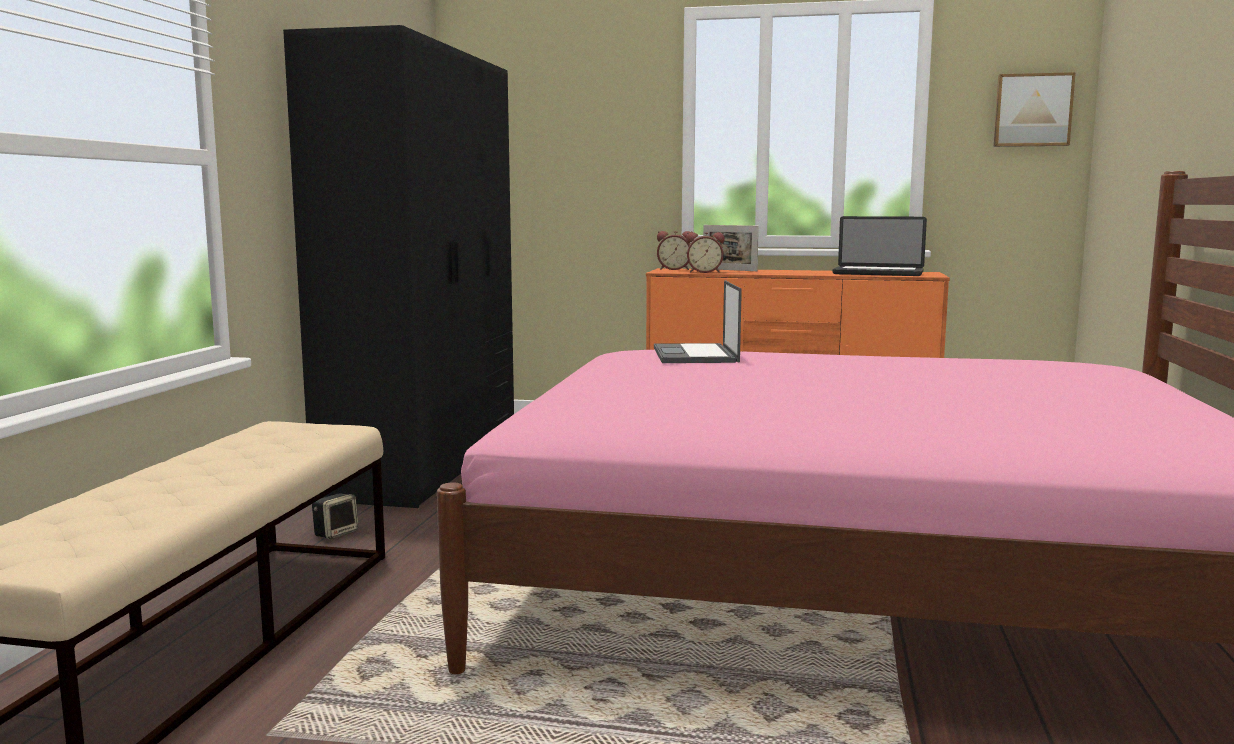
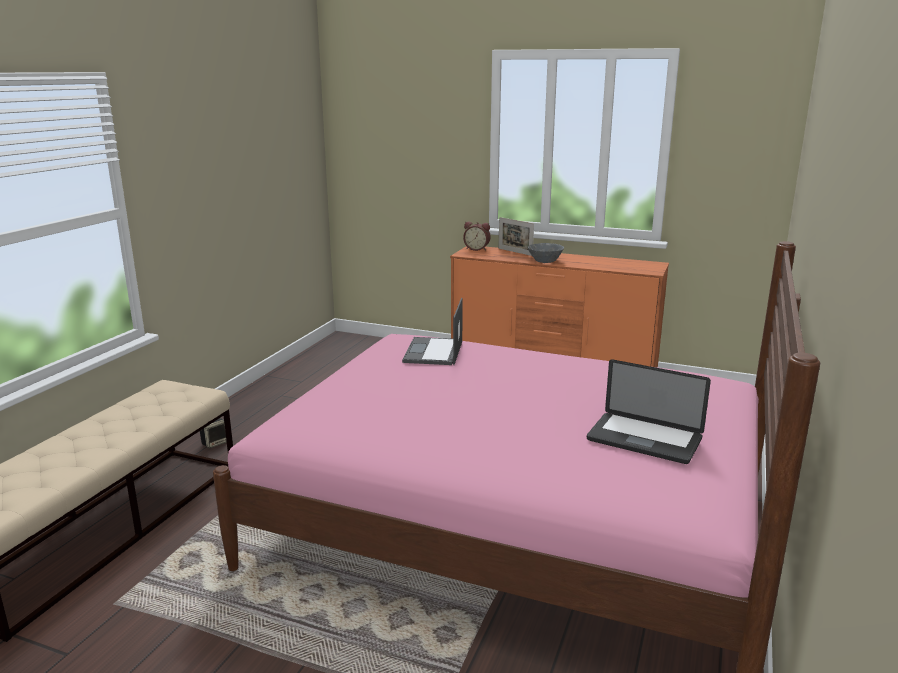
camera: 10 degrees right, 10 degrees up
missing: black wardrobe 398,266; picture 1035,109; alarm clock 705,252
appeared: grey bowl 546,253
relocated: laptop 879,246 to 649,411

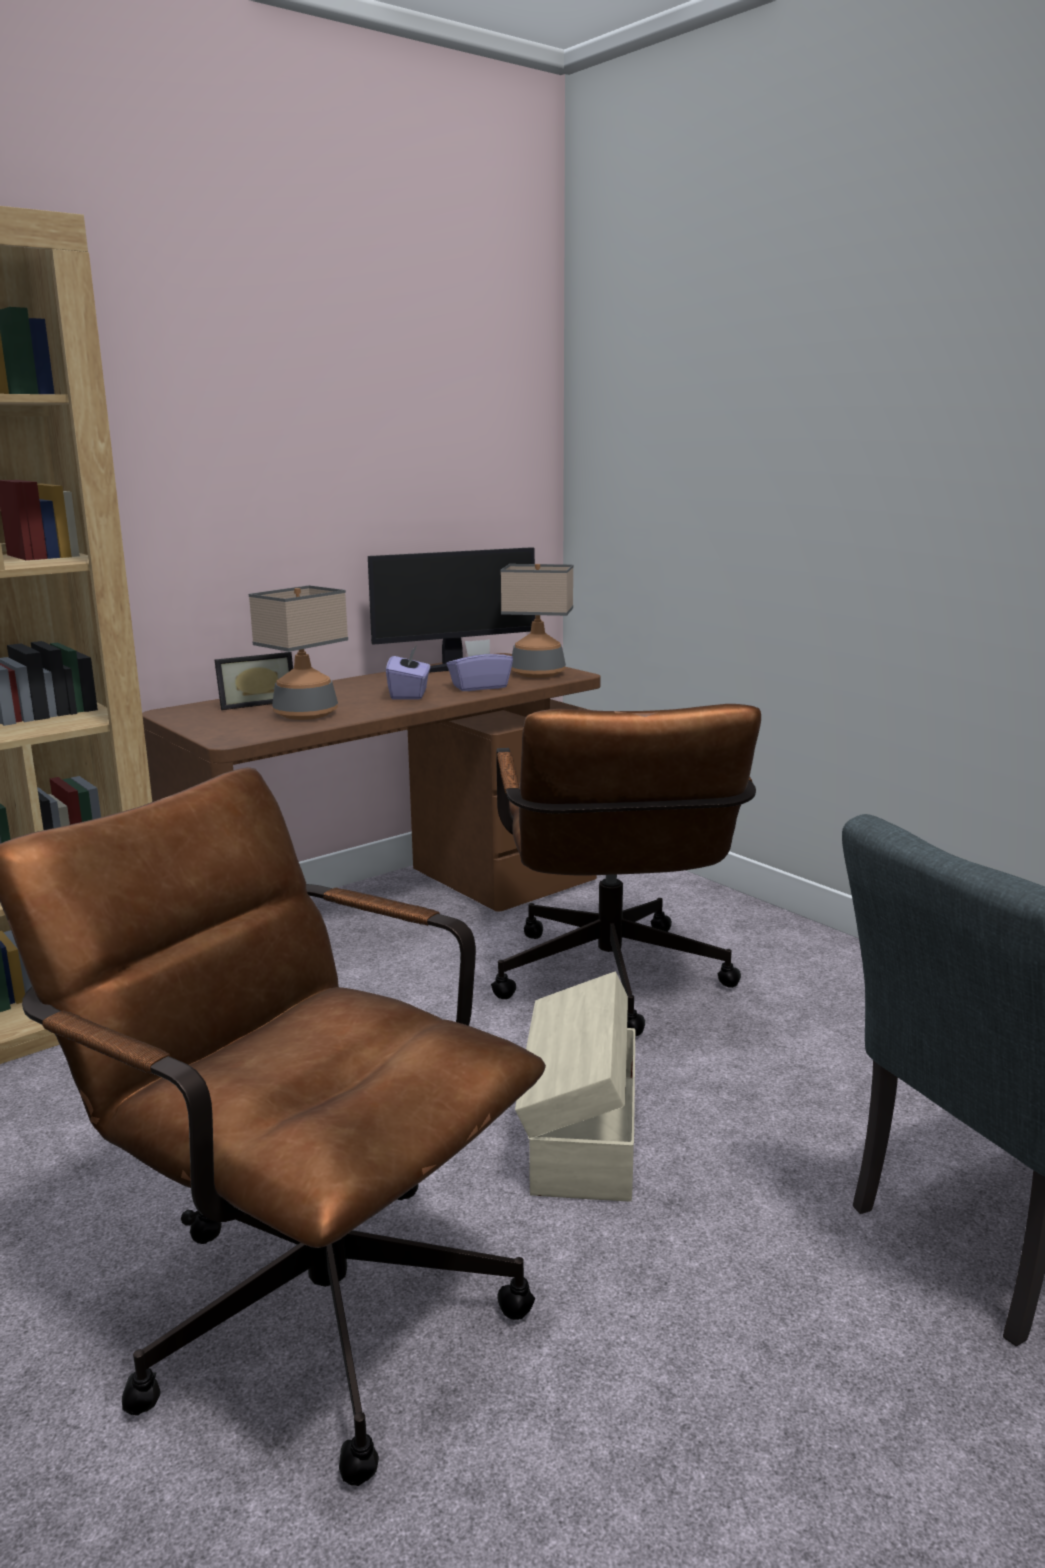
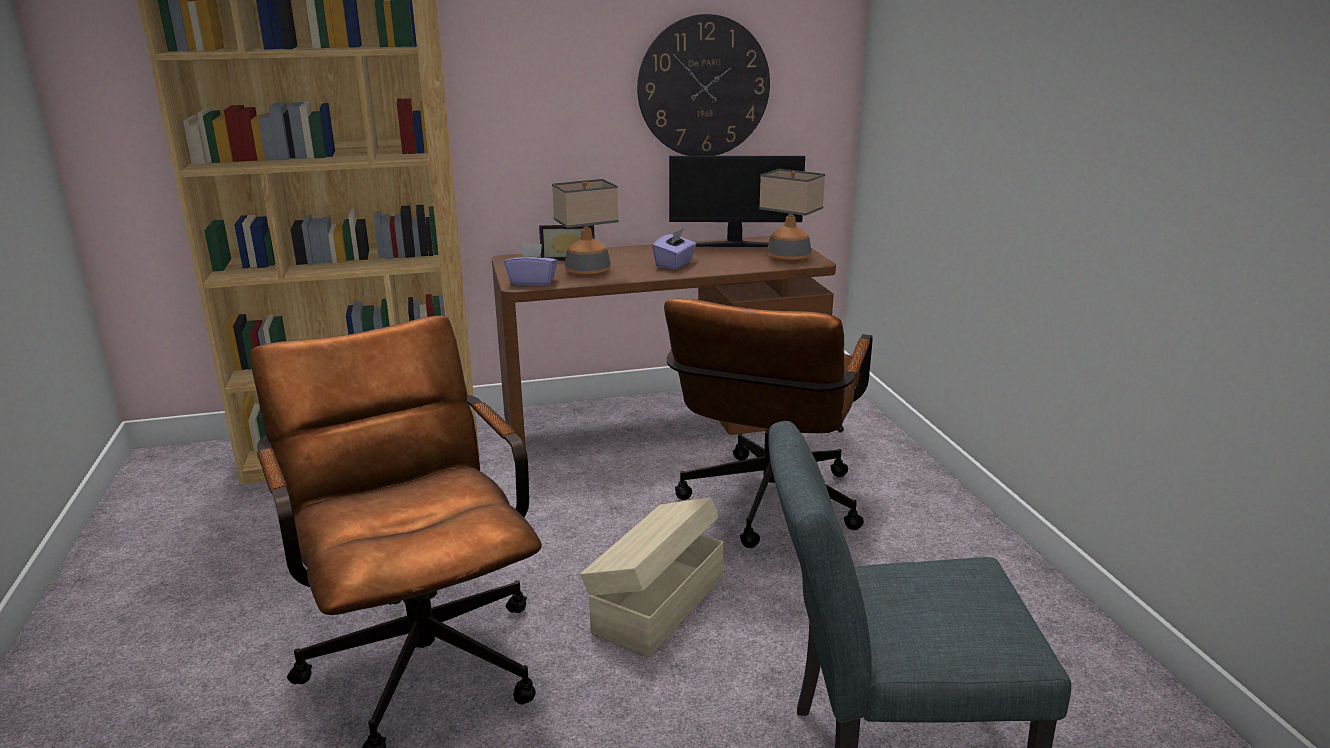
camera: 25 degrees right, 5 degrees up
appeared: wall clock 703,85
relocated: purple tissue box 480,665 to 531,265

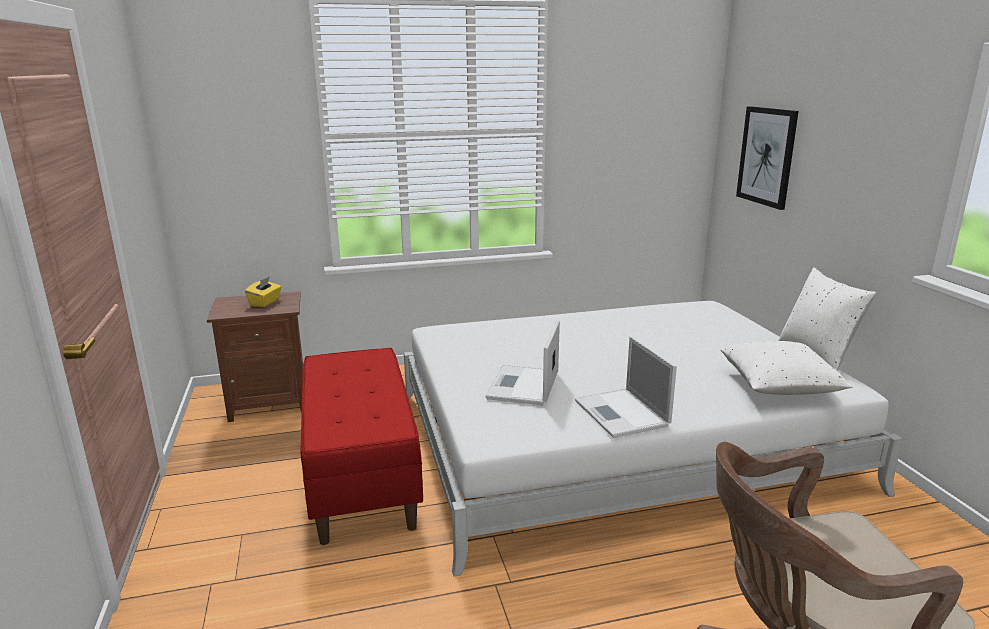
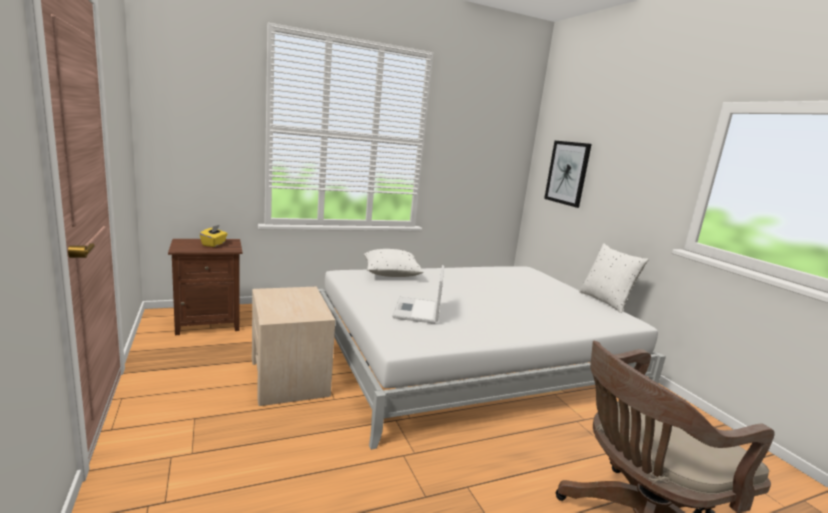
camera: 10 degrees left, 5 degrees down
missing: laptop 626,387
relocated: white pillow 786,368 to 394,263
exchanged: red bench 362,446 to beige nightstand 293,346

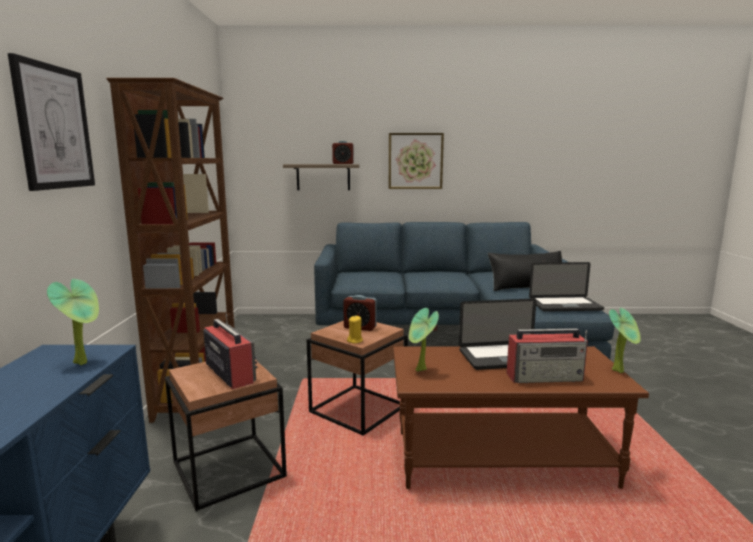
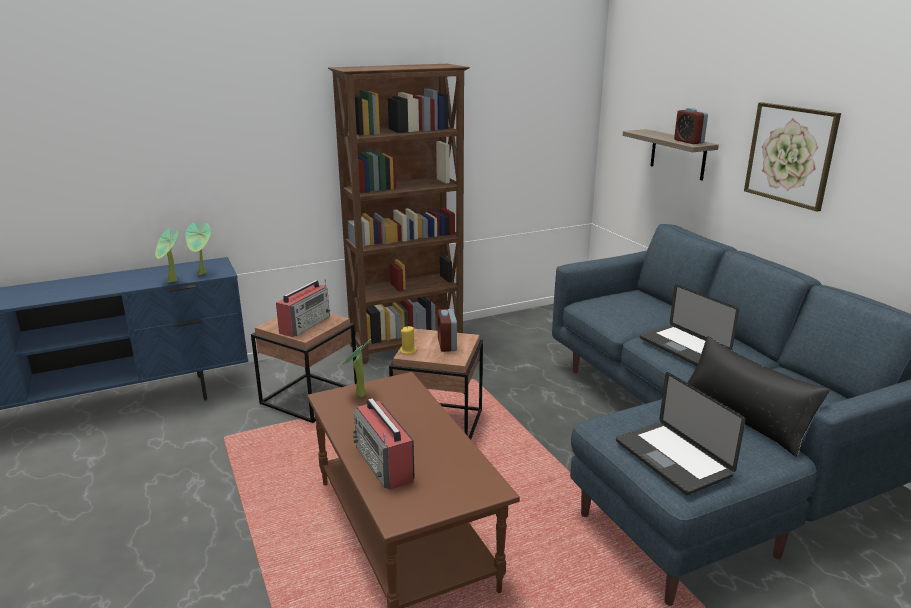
camera: 65 degrees right, 10 degrees up
missing: picture 51,122
relocated: laptop 497,334 to 689,325; potted plant 625,340 to 166,256

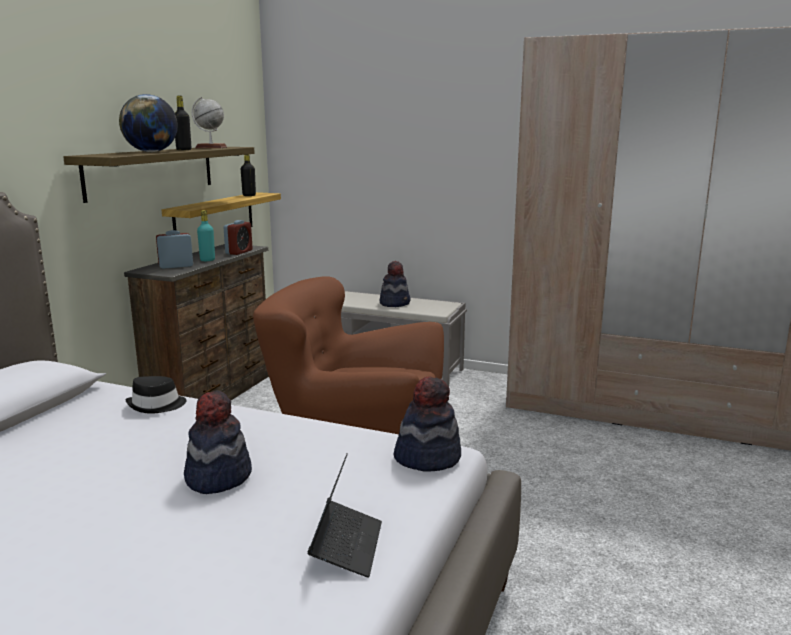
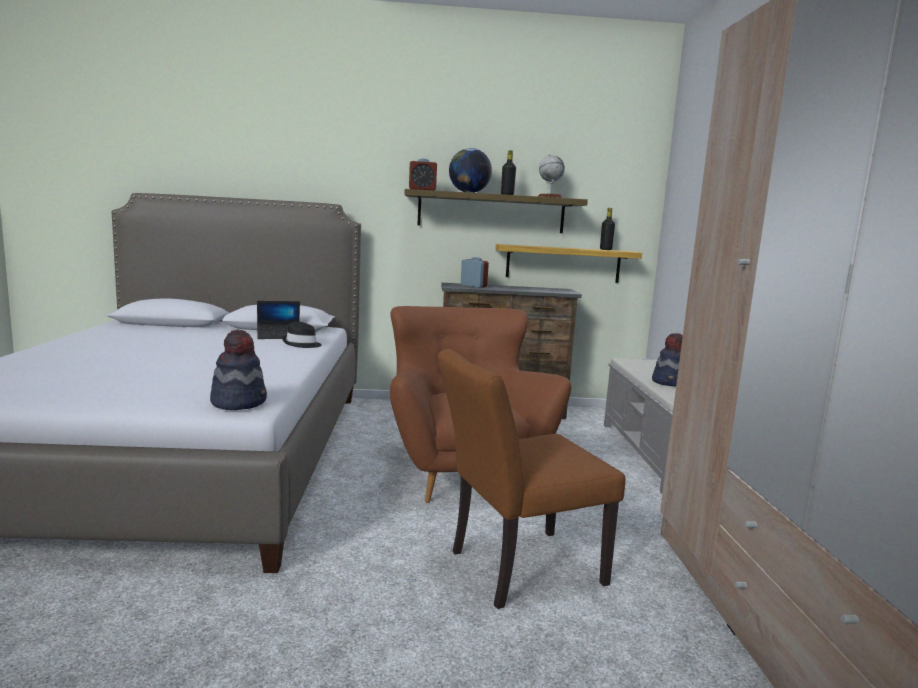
camera: 65 degrees right, 5 degrees down
missing: turquoise bottle 206,235; hat 218,442
appeared: brown chair 531,479
relocated: alarm clock 237,237 to 423,174; laptop 345,515 to 278,320

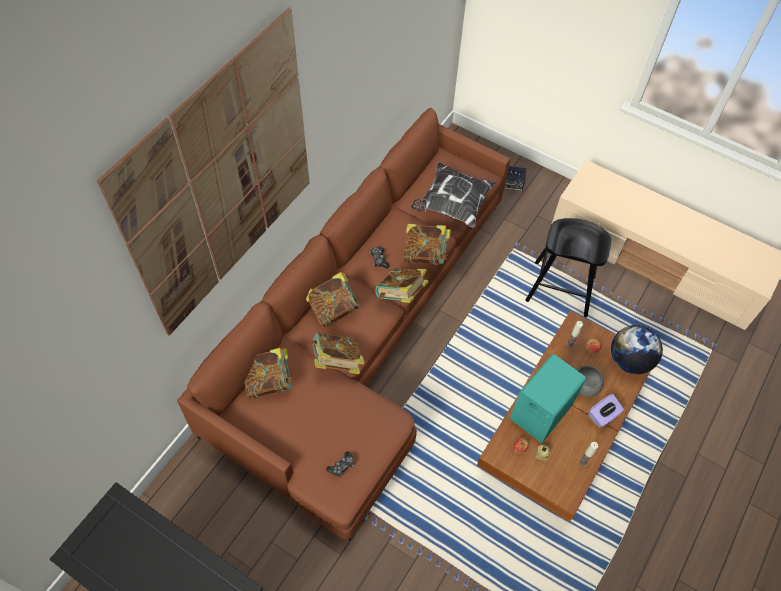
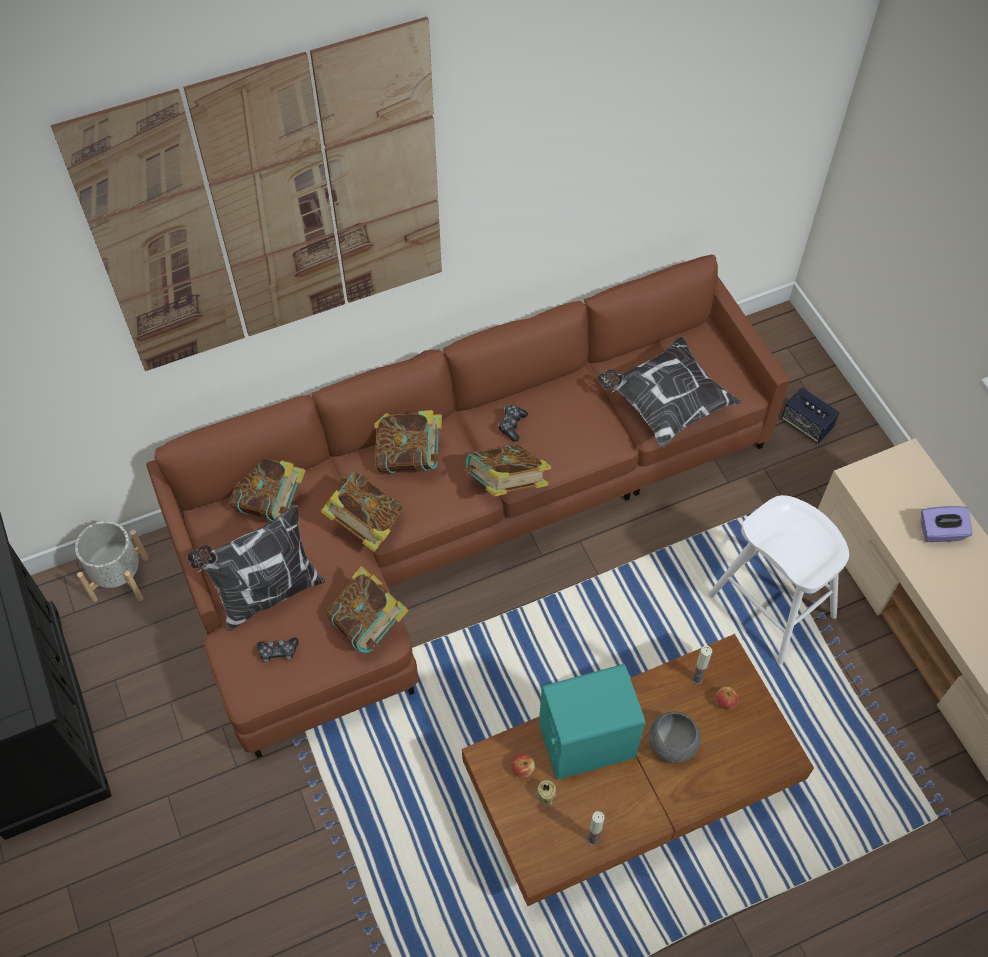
camera: 35 degrees right, 0 degrees up
missing: globe 637,349
appeared: pillow 256,568; grey planter 112,561
relocated: book 427,244 to 367,609; purple tissue box 606,411 to 947,524
colour: black stool 568,267 to white stool 778,580

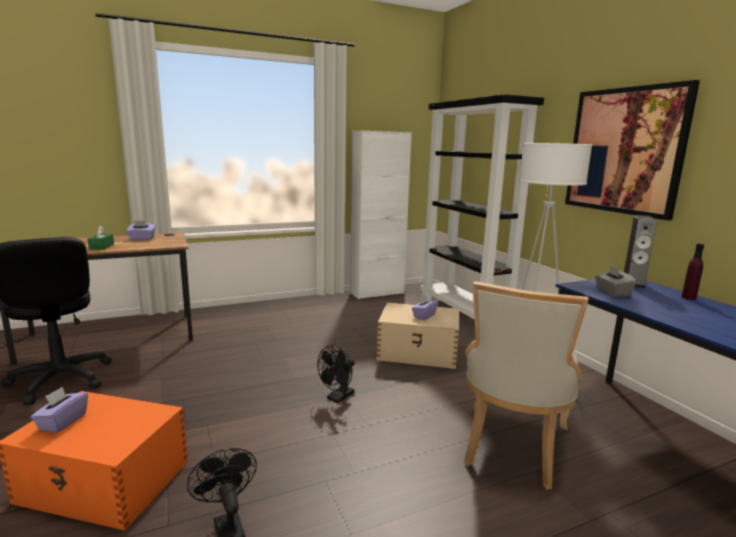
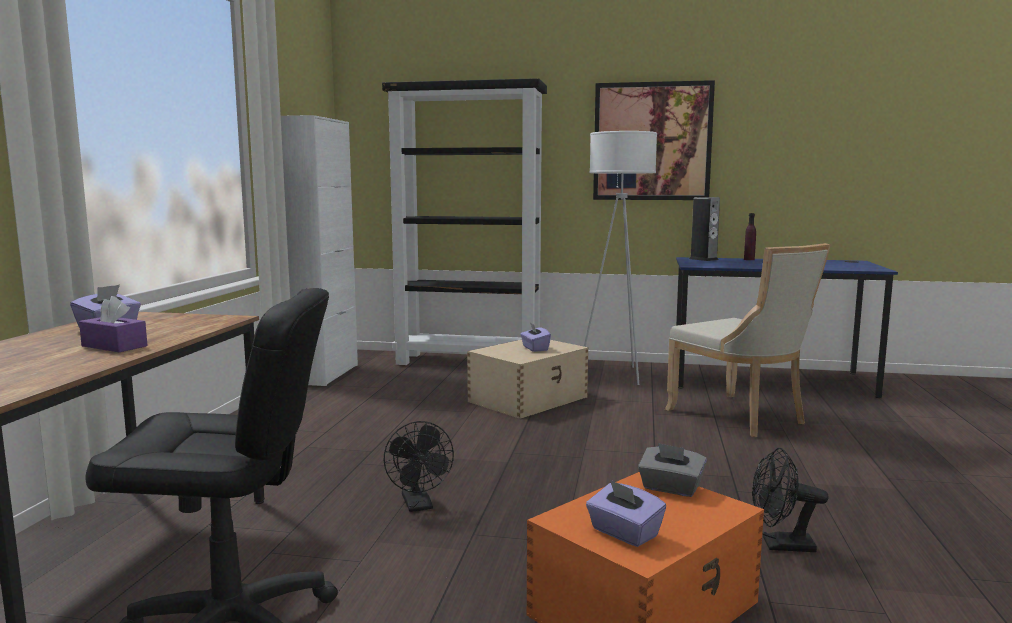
camera: 55 degrees left, 5 degrees down
relocated: grey tissue box 616,281 to 672,470; black fan 336,374 to 419,466
colour: green tissue box 101,237 to purple tissue box 113,324

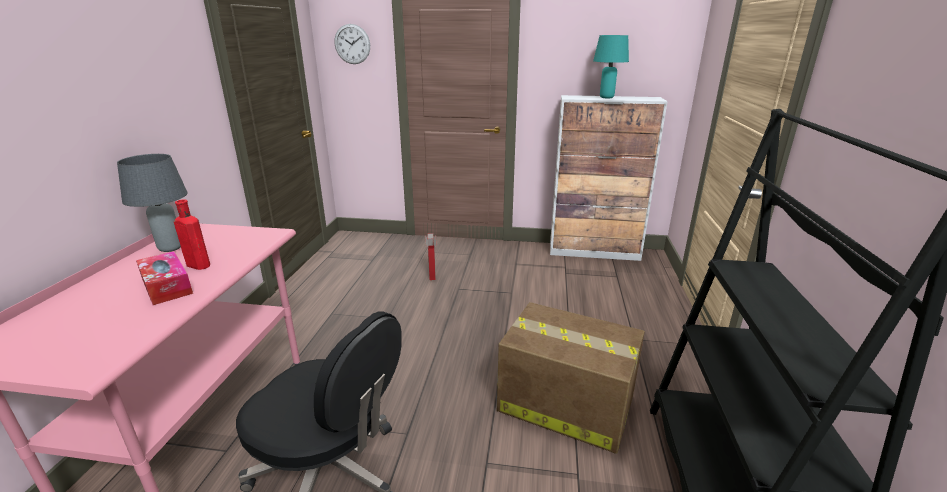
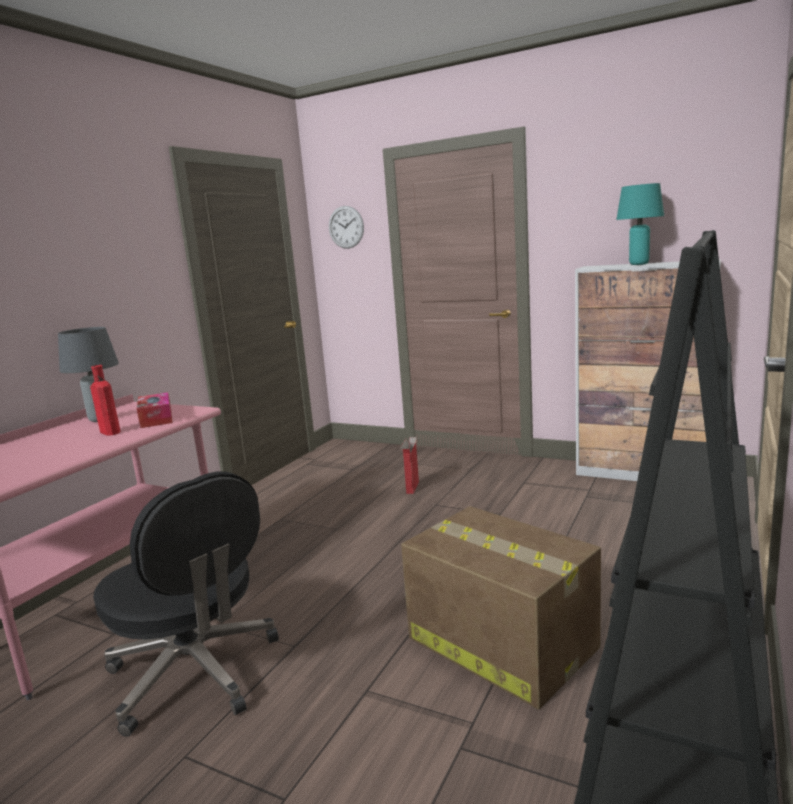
camera: 20 degrees right, 10 degrees down
relocated: tissue box 164,278 to 155,410

